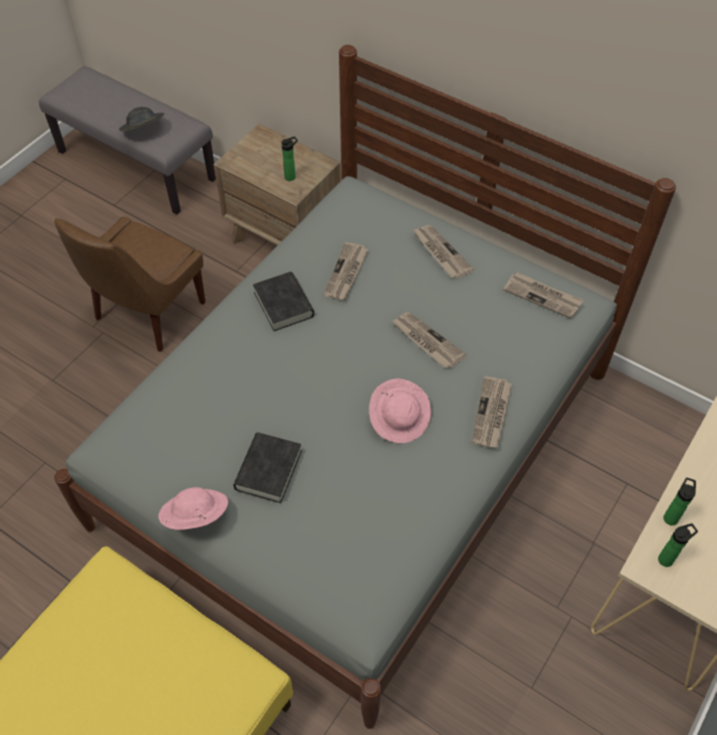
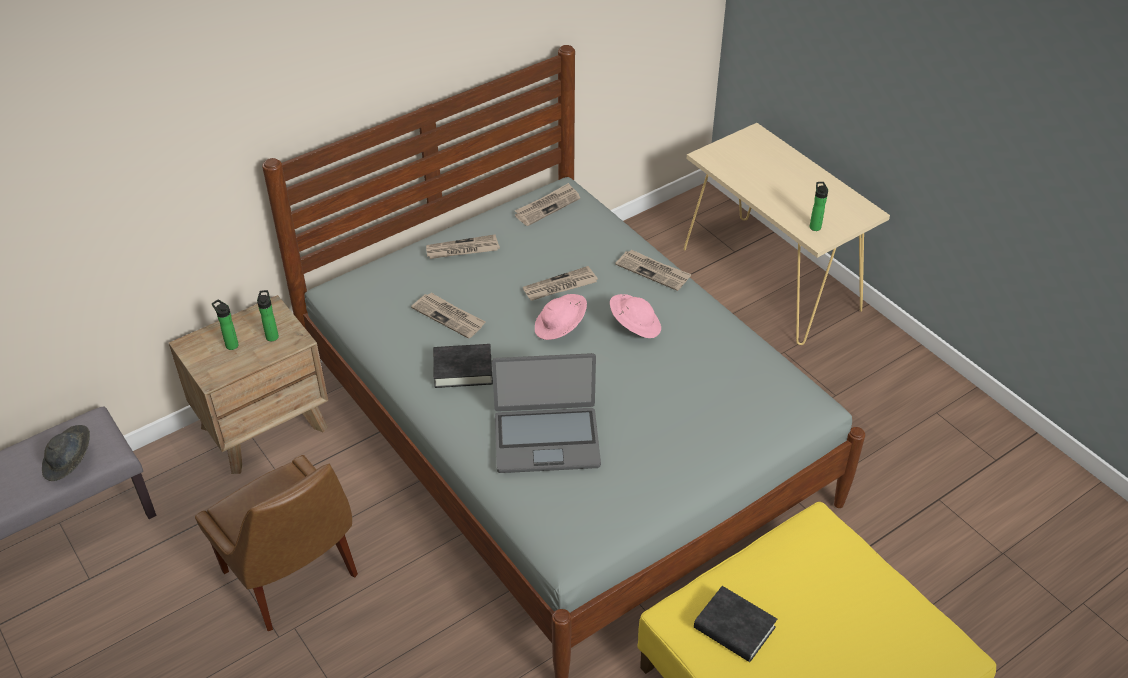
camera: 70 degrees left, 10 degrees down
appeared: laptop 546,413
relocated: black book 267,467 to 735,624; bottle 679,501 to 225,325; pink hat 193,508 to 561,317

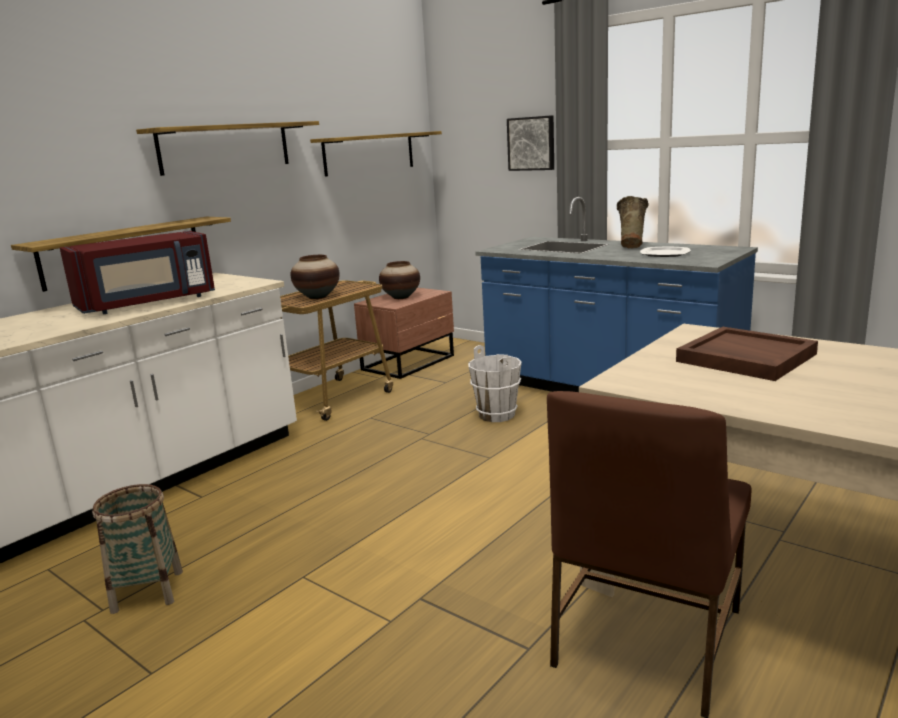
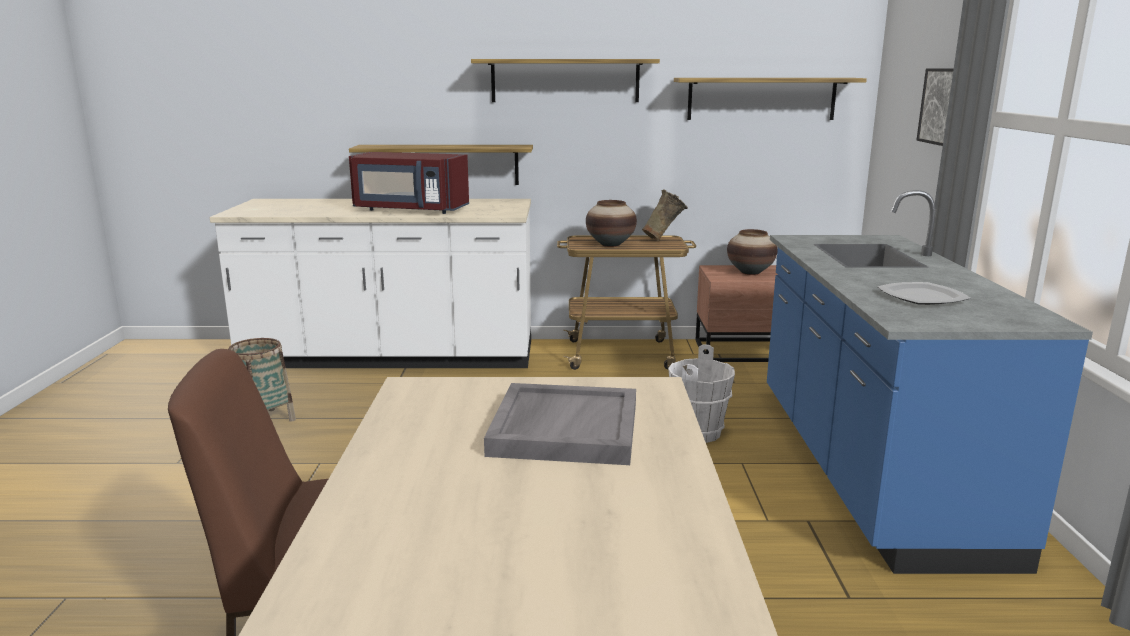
camera: 50 degrees right, 0 degrees up
relocated: beige vase 633,222 to 665,215
colour: brown tray 747,354 to grey tray 560,424

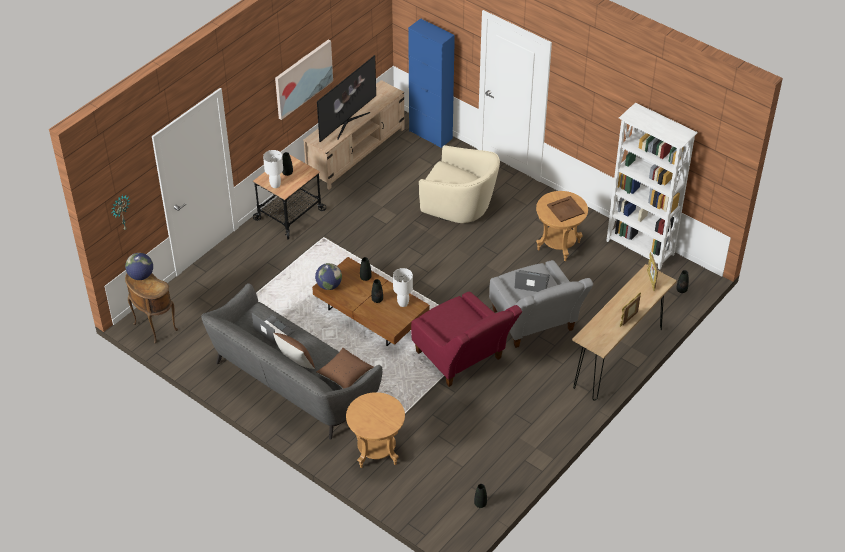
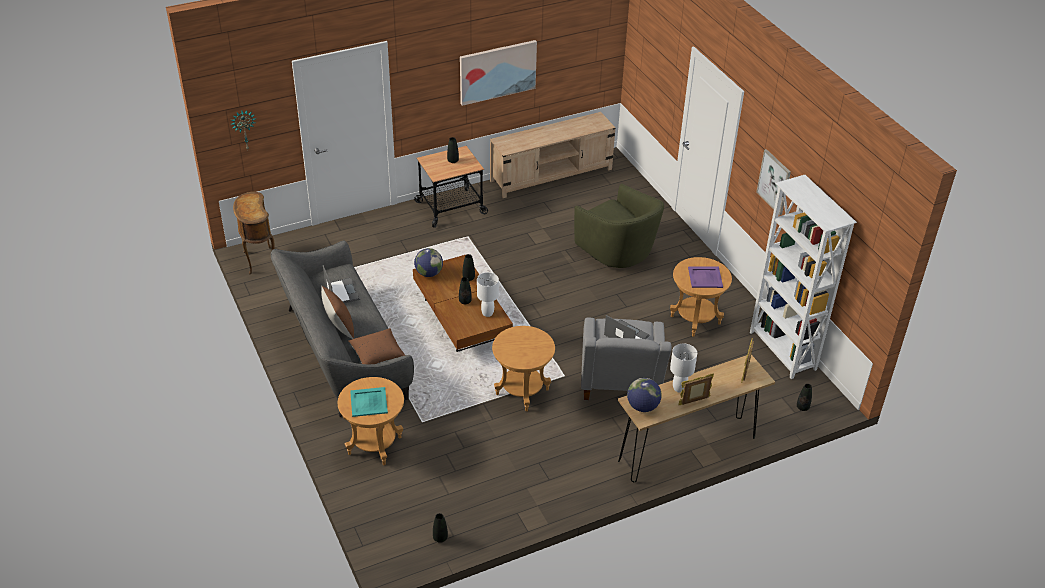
camera: 25 degrees right, 5 degrees down
missing: blue cabinet 431,83; television 346,98
appeared: picture 773,182; turquoise tray 369,402
relocated: white table lamp 273,169 to 683,368; globe 139,266 to 644,395
exchanged: red armchair 466,339 to brown side table 523,368
colour: beige armchair 459,184 to green armchair 619,226; brown tray 566,209 to purple tray 705,277

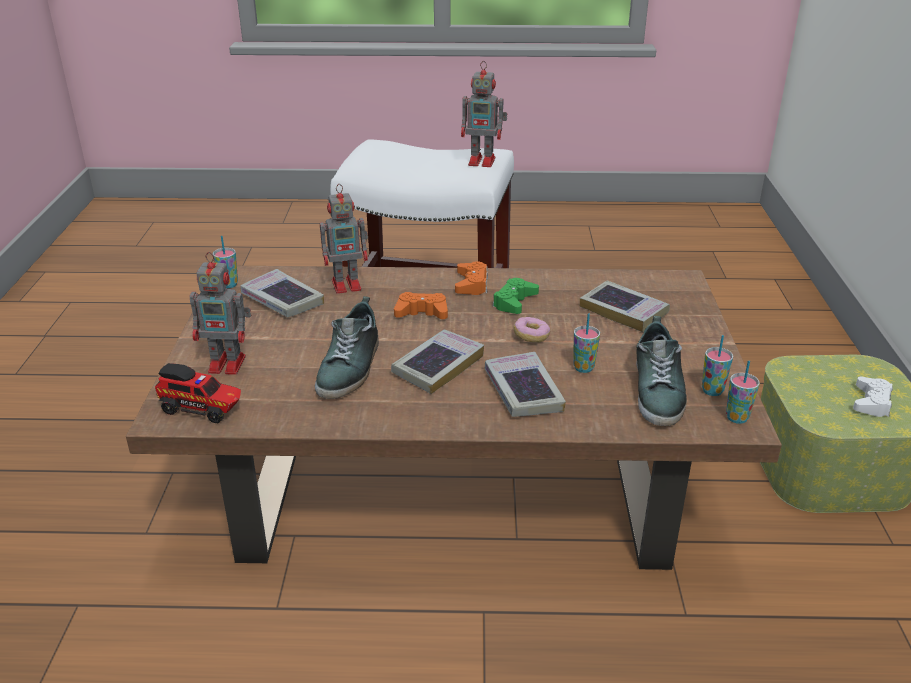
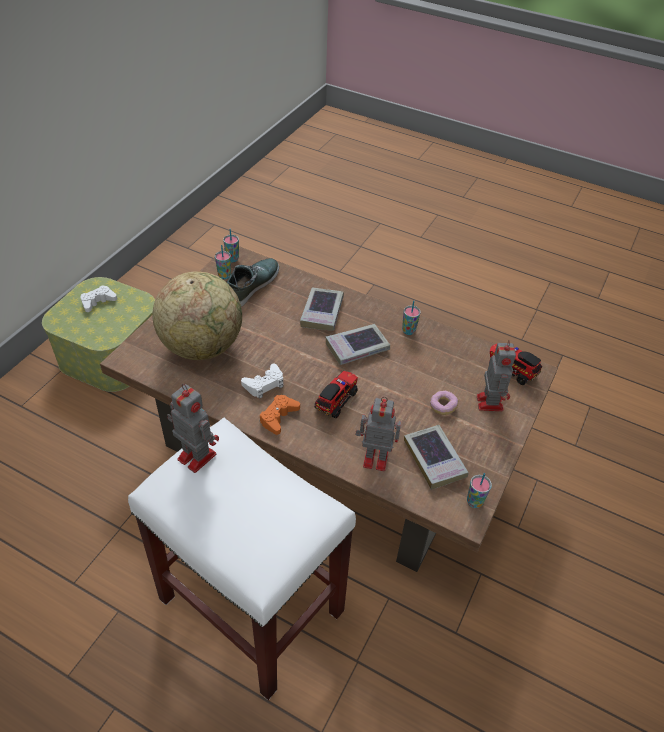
camera: 155 degrees left, 15 degrees up
missing: shoe 347,347
relocated: cup 586,343 to 411,317; donut 532,329 to 444,403
exchanged: book 625,306 to globe 197,315; orange game controller 421,305 to toy truck 336,395
colour: green game controller 516,296 to white game controller 262,381
spun: toy robot 220,313 = 496,375 60 degrees clockwise

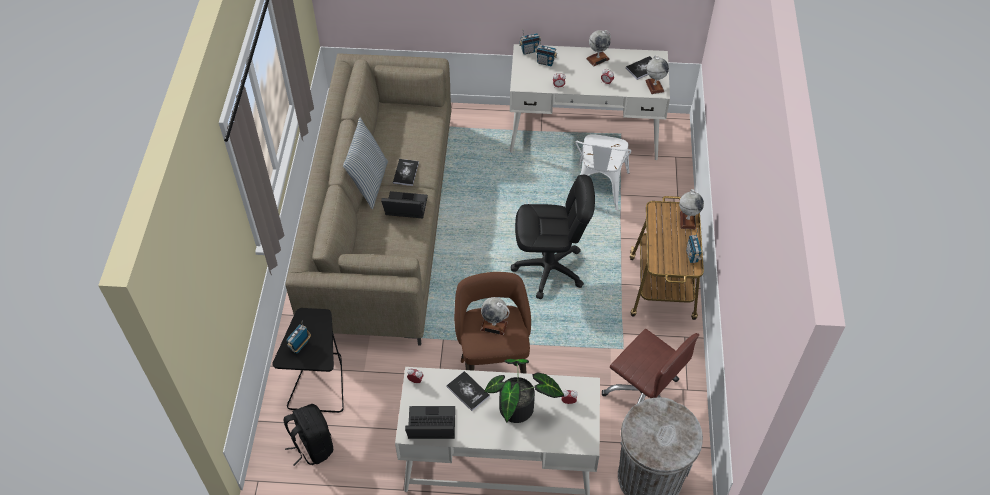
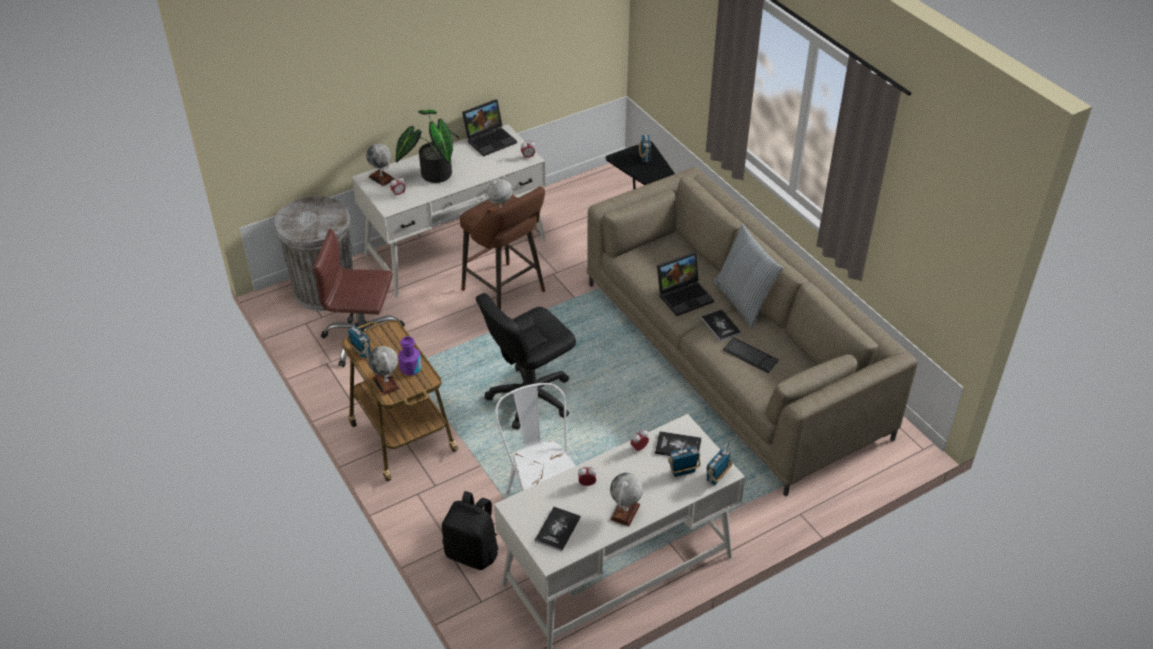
camera: 145 degrees right, 10 degrees down
appeared: purple bottle 410,355; keyboard 751,355
relocated: globe 657,74 to 380,165; book 468,391 to 678,443; black backpack 308,435 to 470,530

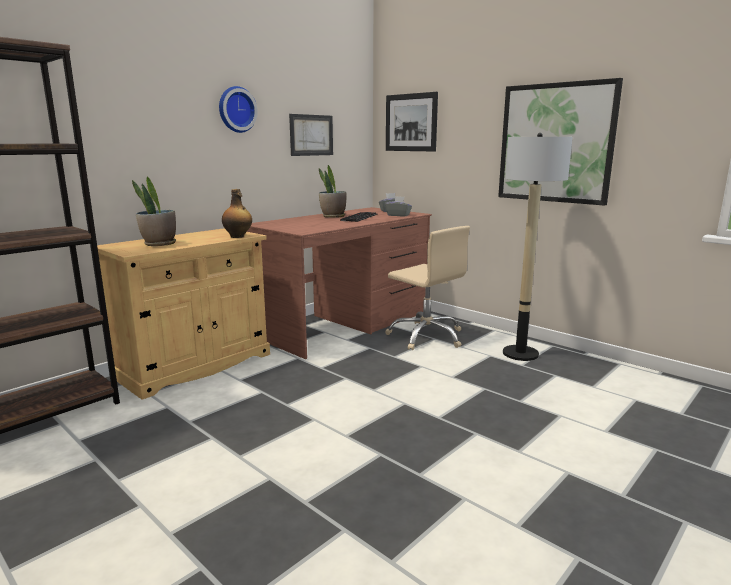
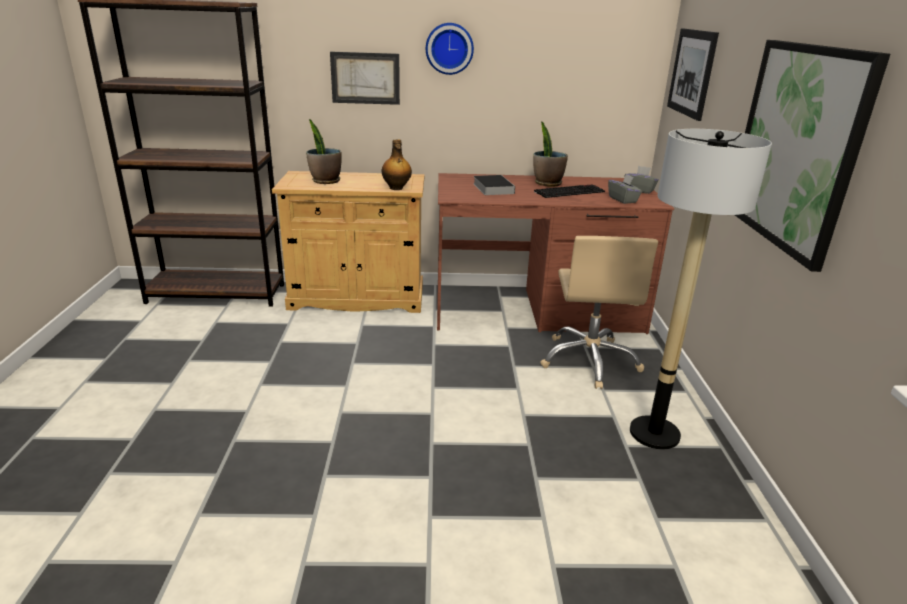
camera: 45 degrees right, 10 degrees up
appeared: book 494,185
relocated: picture 311,135 to 365,78

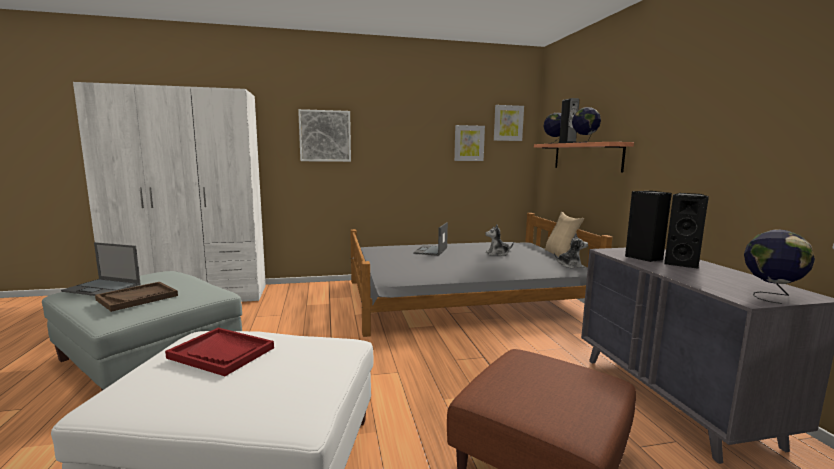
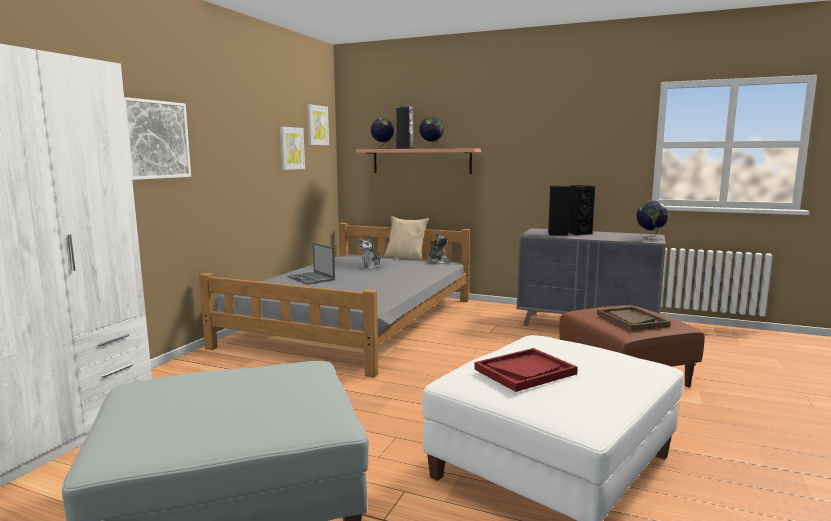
camera: 55 degrees left, 0 degrees up
missing: laptop 101,269
relocated: brown tray 136,297 to 634,318

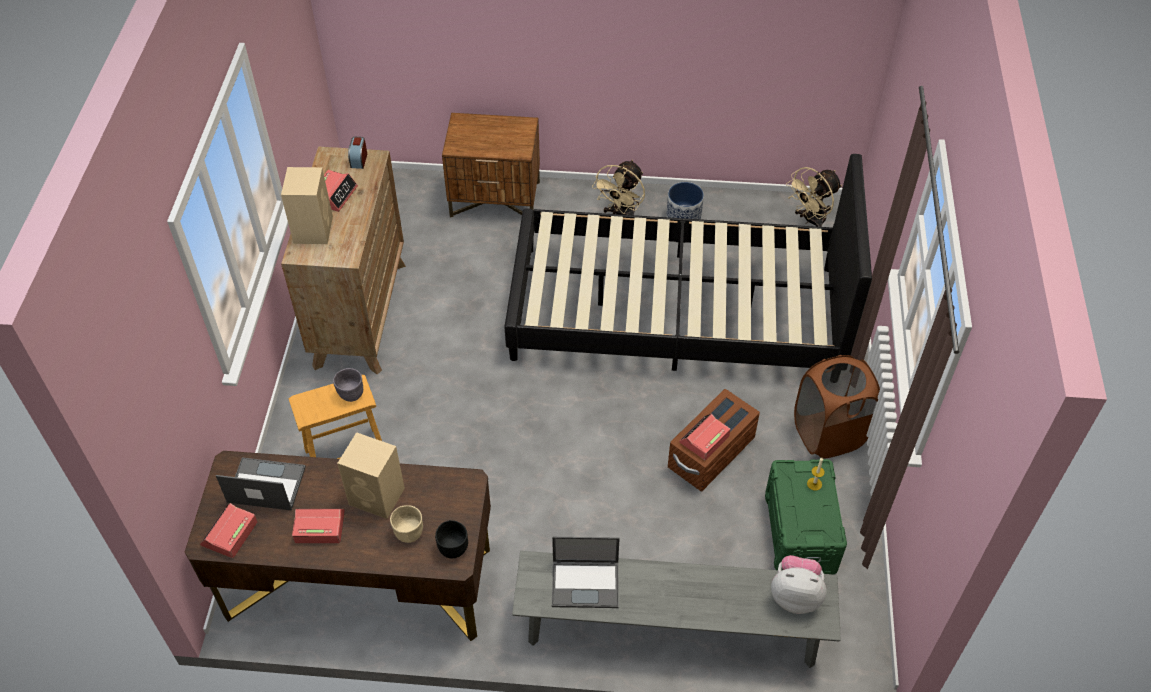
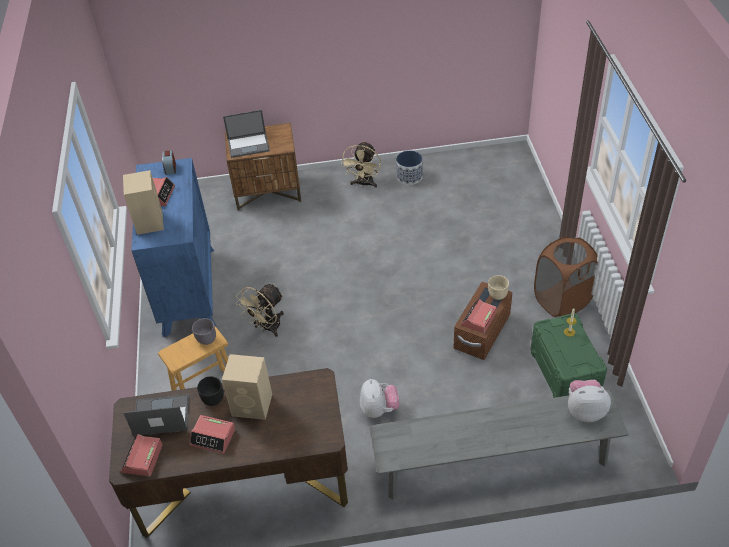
camera: 10 degrees left, 5 degrees down
missing: black bed 688,262
appeared: plush toy 379,398
relocated: beige fan 814,197 to 260,310; beige bowl 406,524 to 498,287; black bowl 451,539 to 210,391; laptop 586,572 to 246,134
colour: brown dresser 343,261 to blue dresser 174,248
spun: alarm clock 318,526 = 212,434 150 degrees counterclockwise

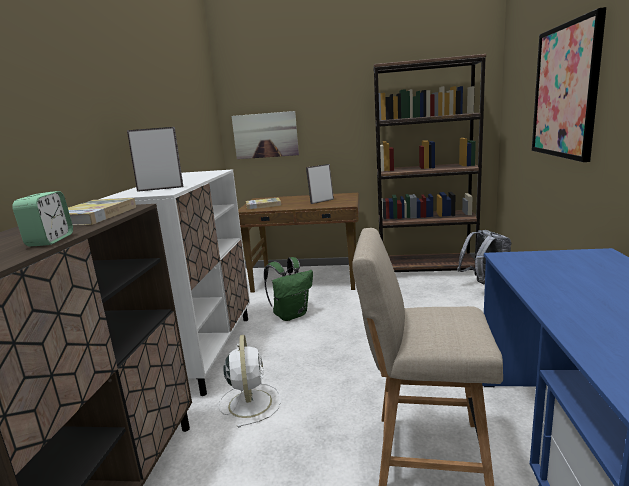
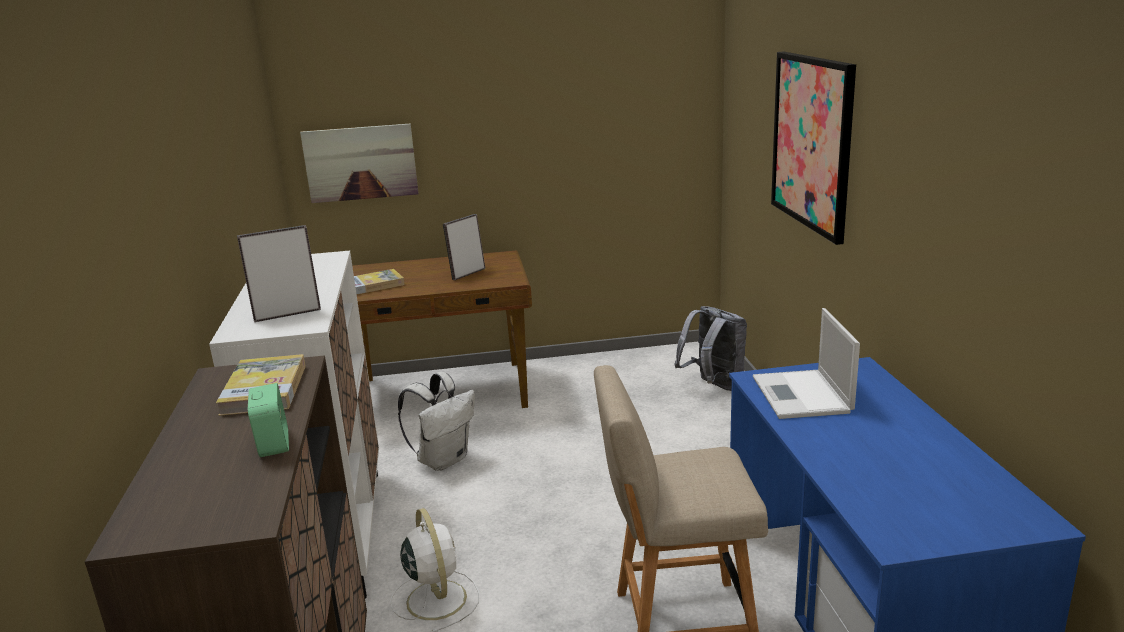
camera: 15 degrees left, 5 degrees up
missing: brown bookcase 429,165
appeared: laptop 806,363
colour: green backpack 288,289 to white backpack 436,421

